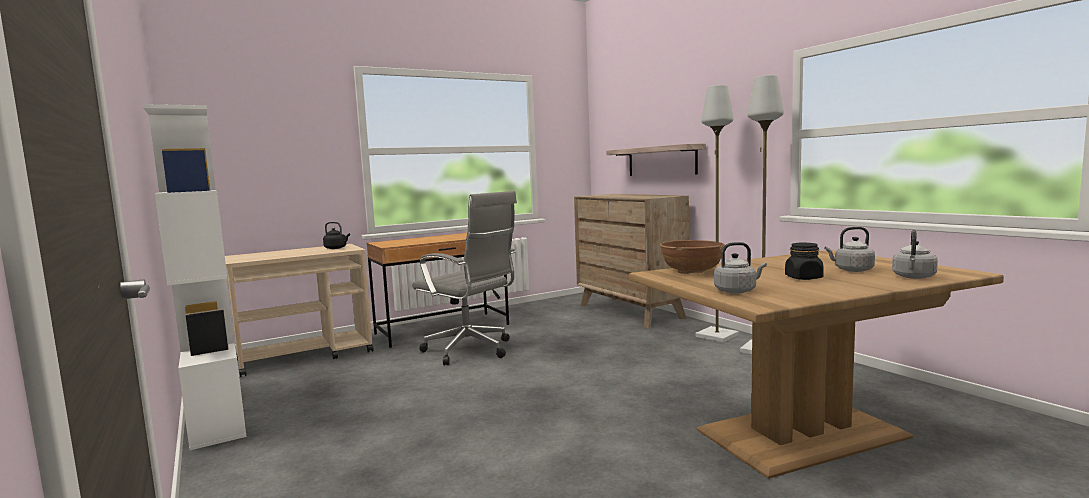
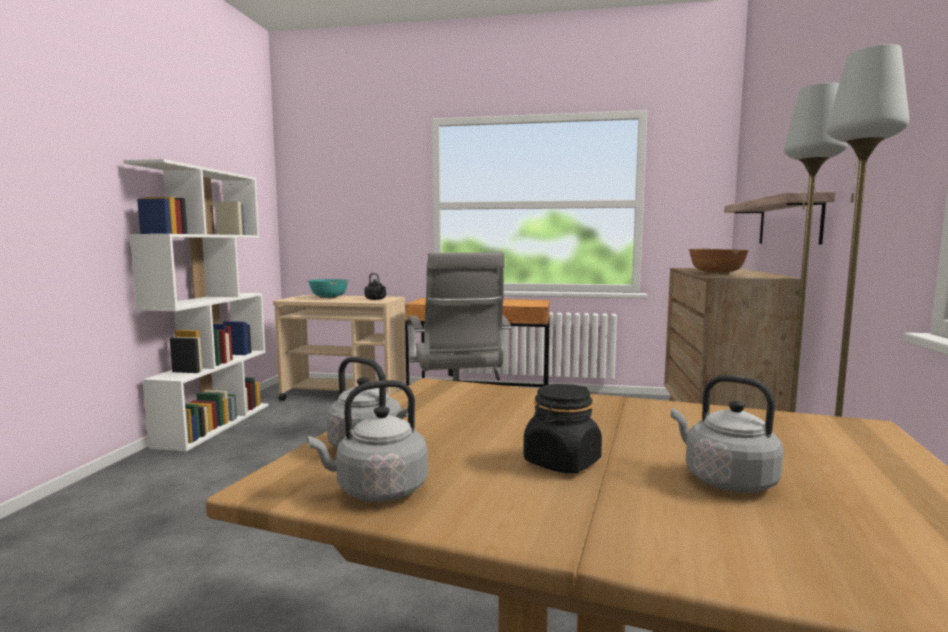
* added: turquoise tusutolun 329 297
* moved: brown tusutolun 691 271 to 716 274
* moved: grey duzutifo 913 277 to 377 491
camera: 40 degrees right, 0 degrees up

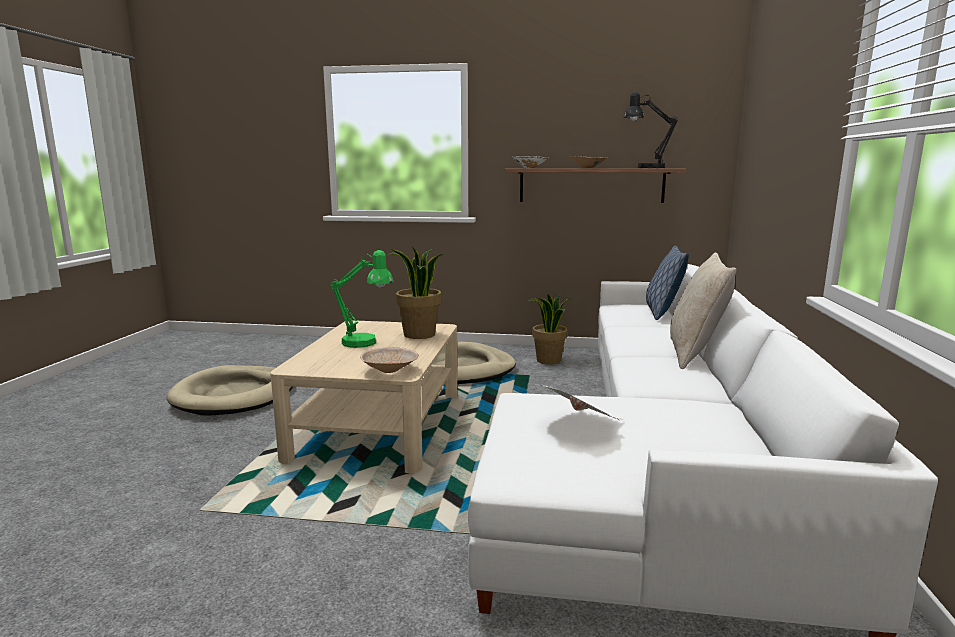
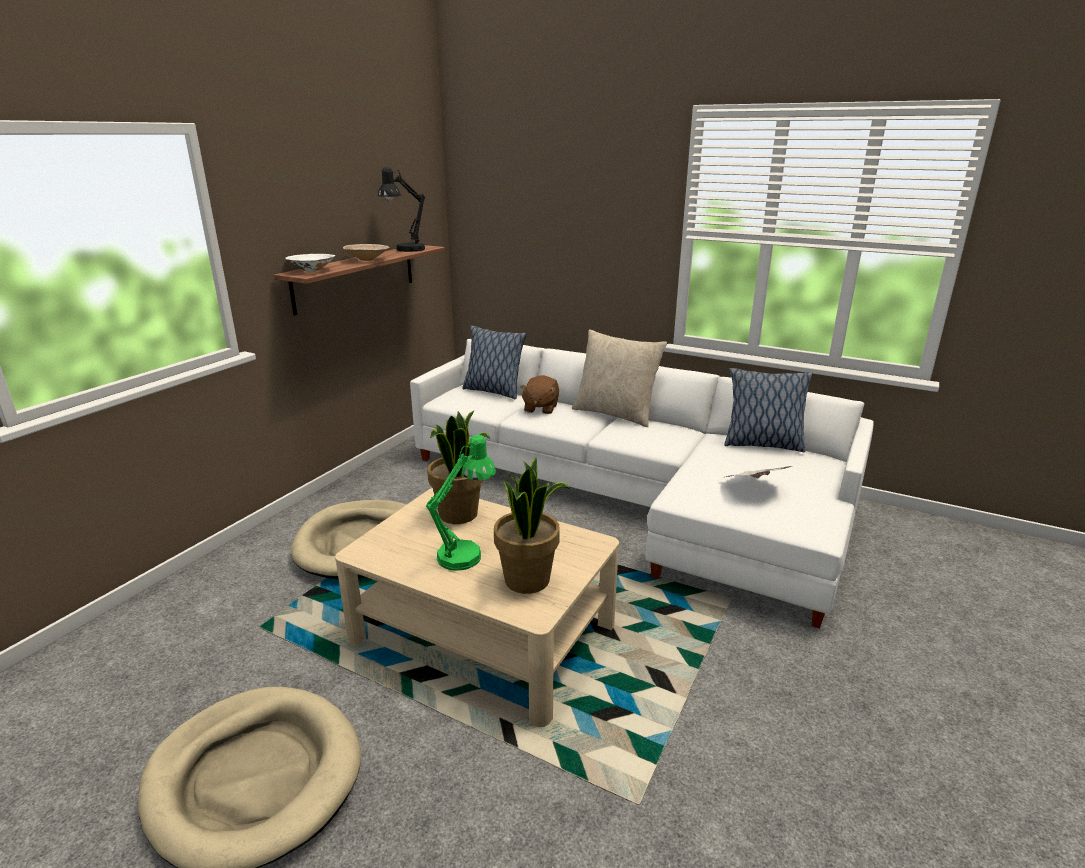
* removed: beige tusutolun 390 371
* added: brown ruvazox 540 408
* added: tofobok 761 444
* moved: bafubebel 548 360 to 528 580
camera: 70 degrees left, 10 degrees up

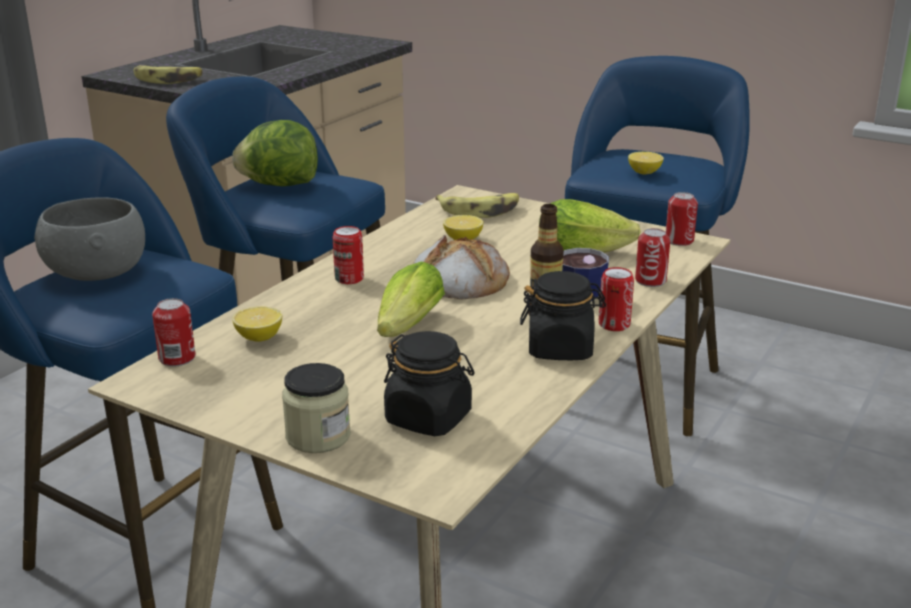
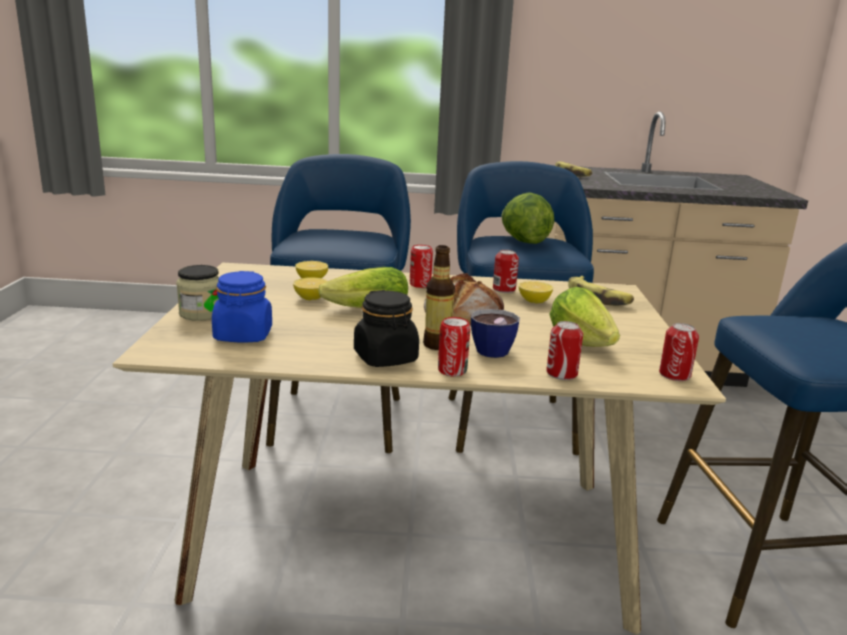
* removed: grey tusutolun 96 273
* moved: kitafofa 177 358 to 504 289
* moved: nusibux 644 172 to 311 298
* recoloured: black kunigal 429 418 to blue kunigal 243 335
camera: 60 degrees right, 5 degrees down

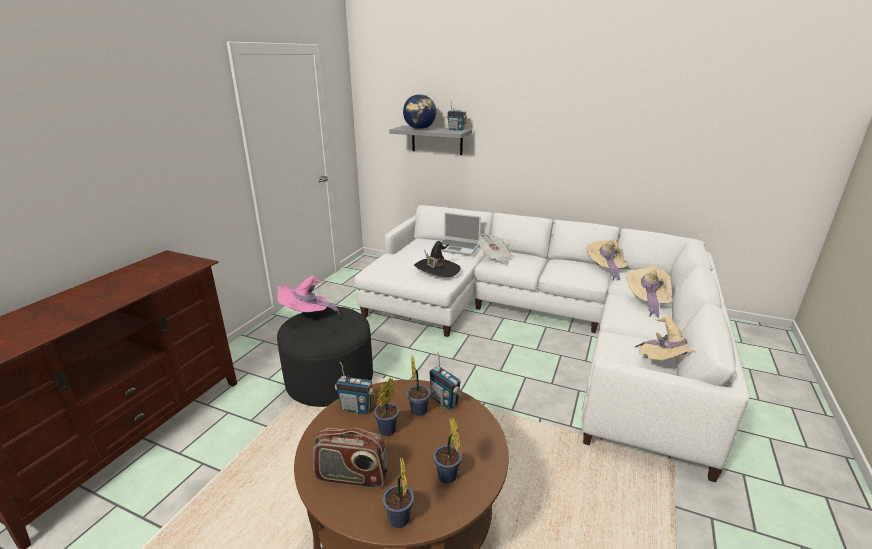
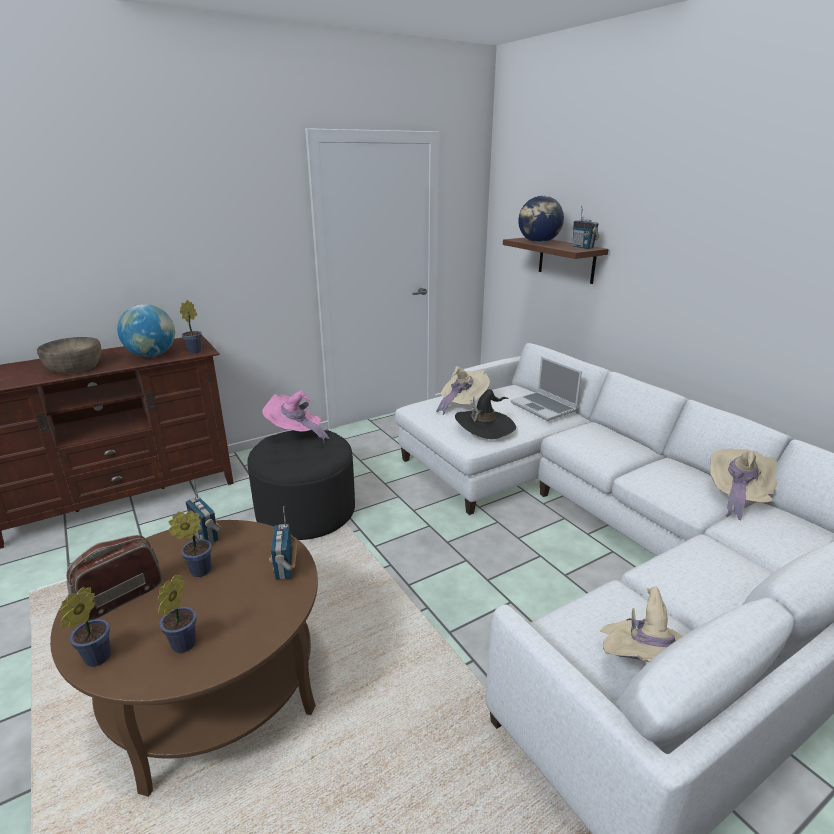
* removed: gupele 495 258
* added: brown tusutolun 74 367
* added: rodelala 152 355
* moved: bafubebel 418 409 to 196 351
* moved: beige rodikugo 647 302 to 462 404
* recoloured: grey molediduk 437 140 to brown molediduk 566 260
* turned: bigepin 352 476 = 120 597 90 degrees clockwise
camera: 35 degrees right, 0 degrees up

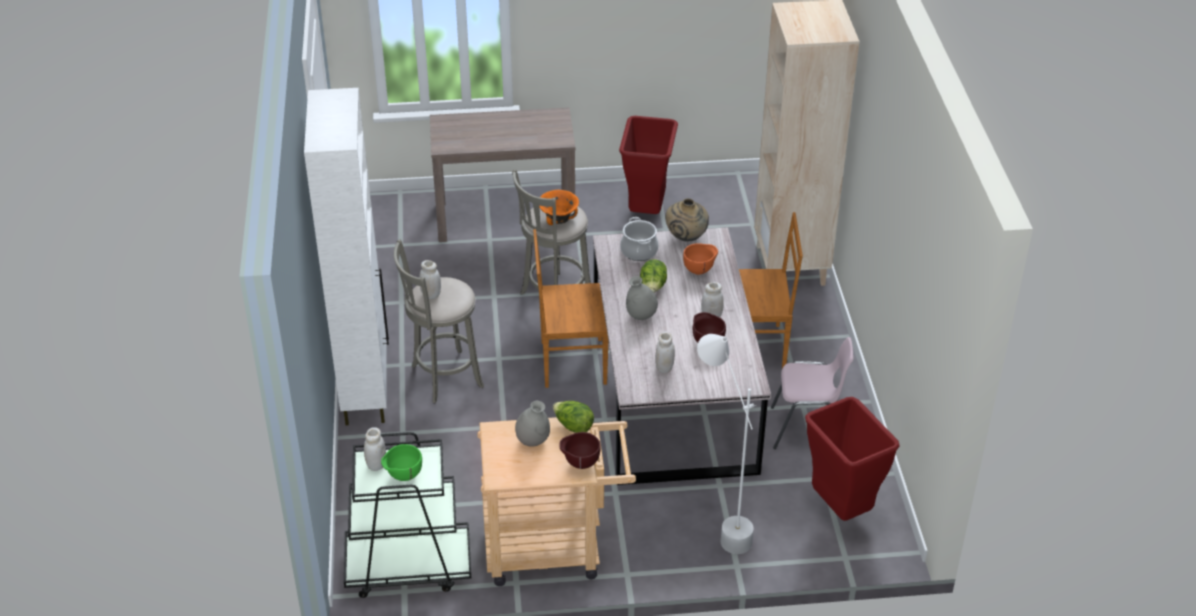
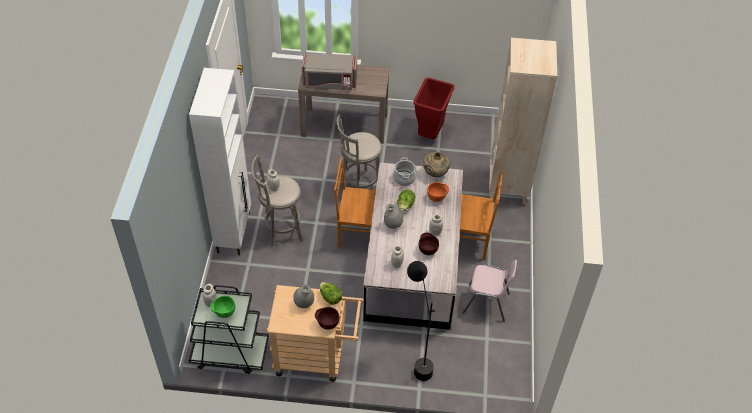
* removed: orange tusutolun 558 219
* removed: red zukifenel 839 509
* added: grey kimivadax 329 82
* recoloured: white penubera 720 525 to black penubera 417 359
camera: 10 degrees right, 10 degrees up

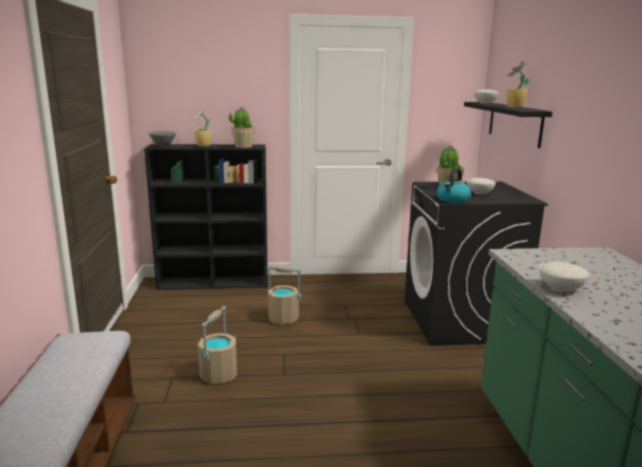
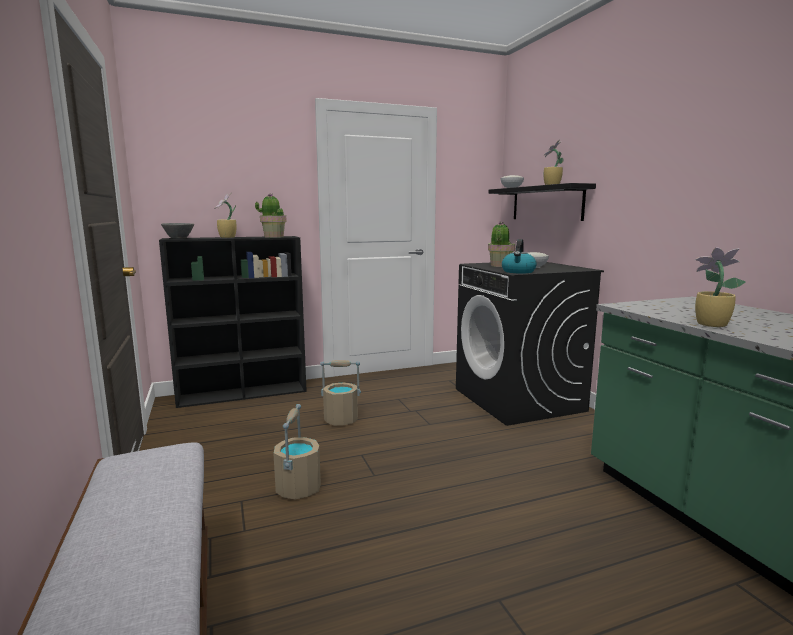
* replaced: white tusutolun 560 288 to bafubebel 709 324
camera: 15 degrees left, 5 degrees down

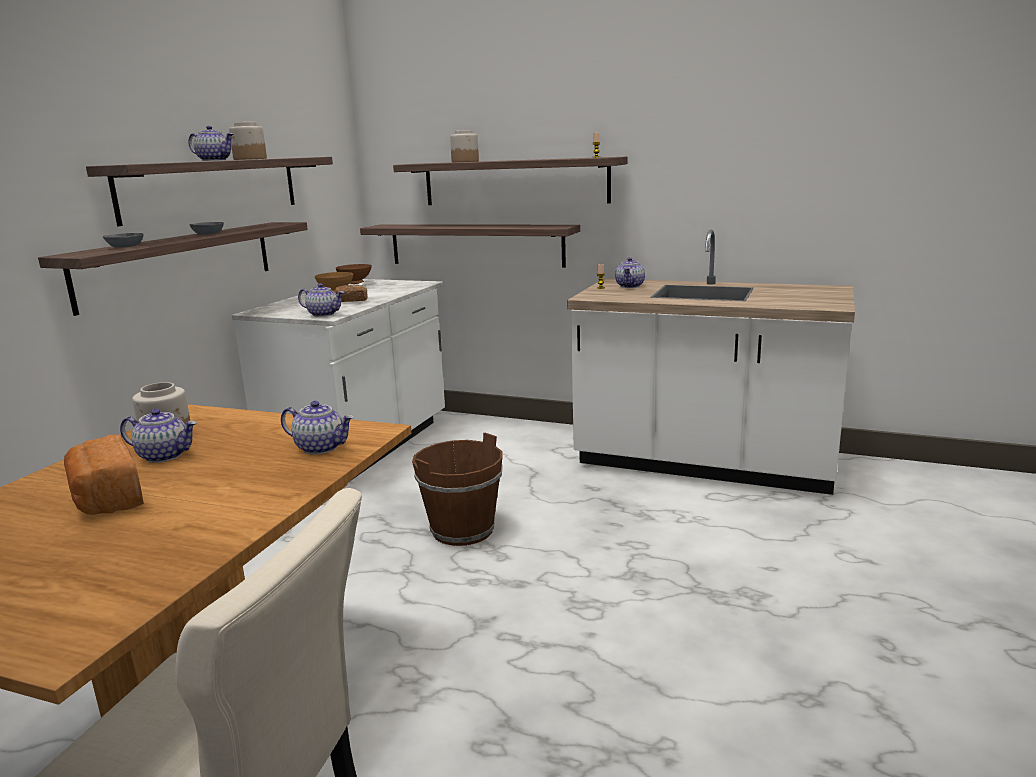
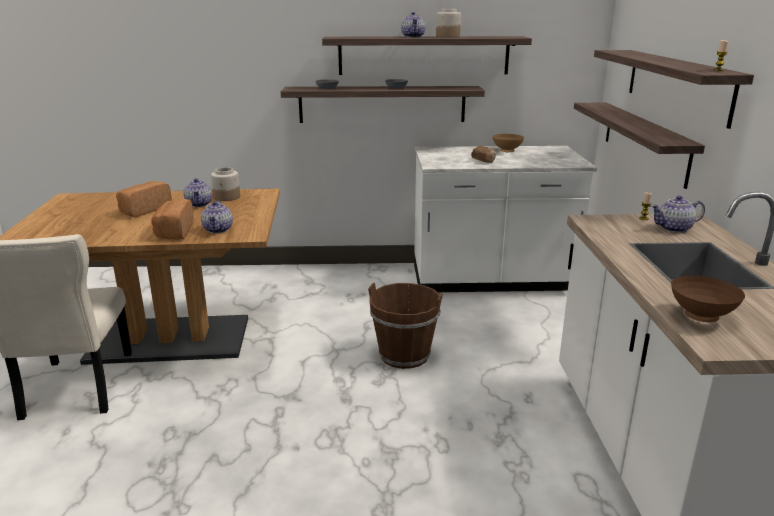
* removed: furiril 324 314
* removed: kunigal 465 161
* added: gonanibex 174 232
* moved: brown tusutolun 355 283 to 700 318
camera: 65 degrees right, 5 degrees up

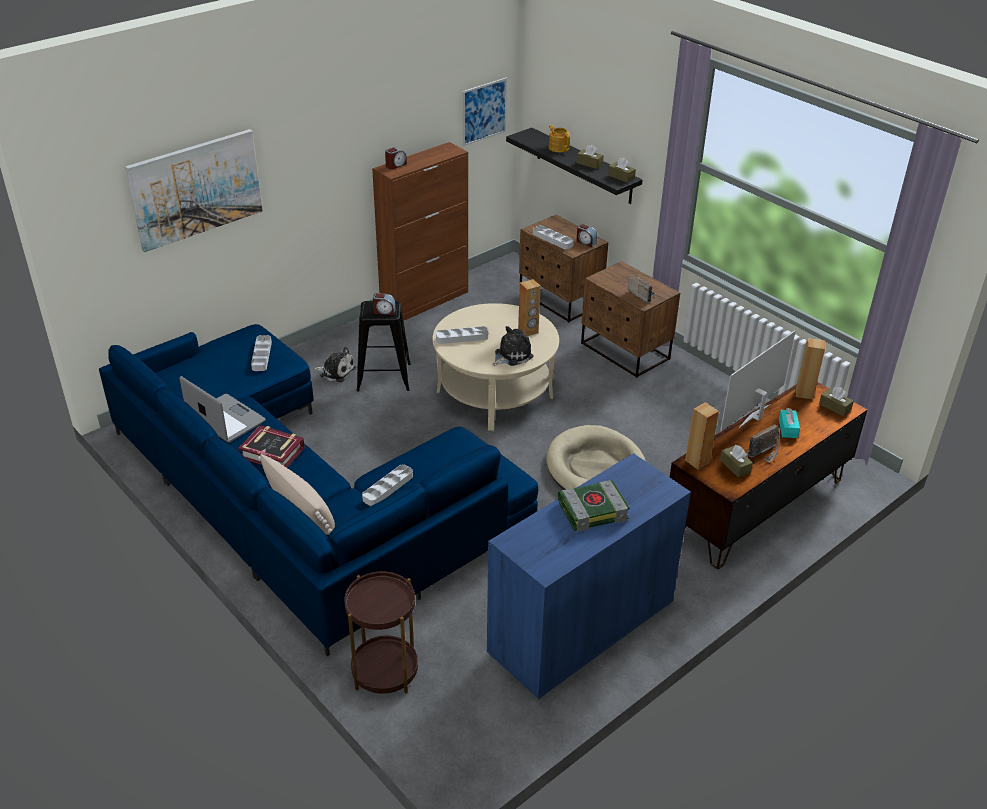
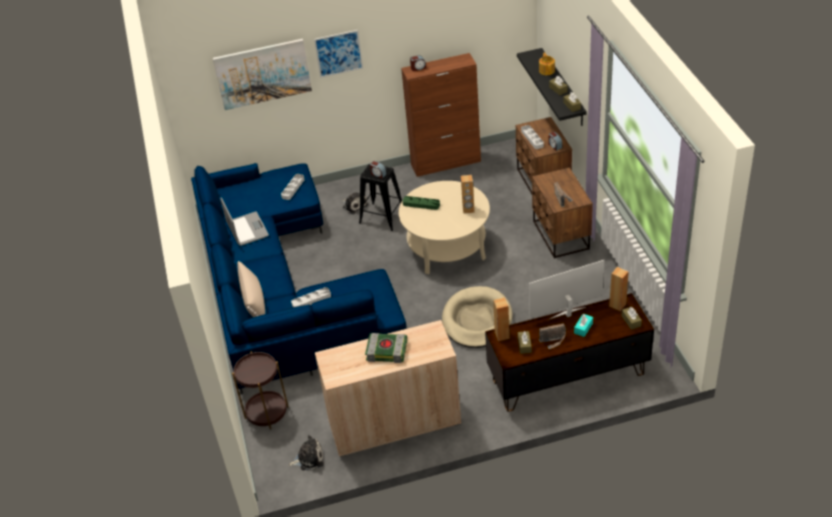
* removed: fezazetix 272 453
* moved: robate 484 111 to 338 53
* moved: ruvazox 511 355 to 308 458
* recoloured: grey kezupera 462 337 to green kezupera 421 204
* recoloured: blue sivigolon 581 627 to beige sivigolon 394 422
camera: 30 degrees right, 5 degrees up

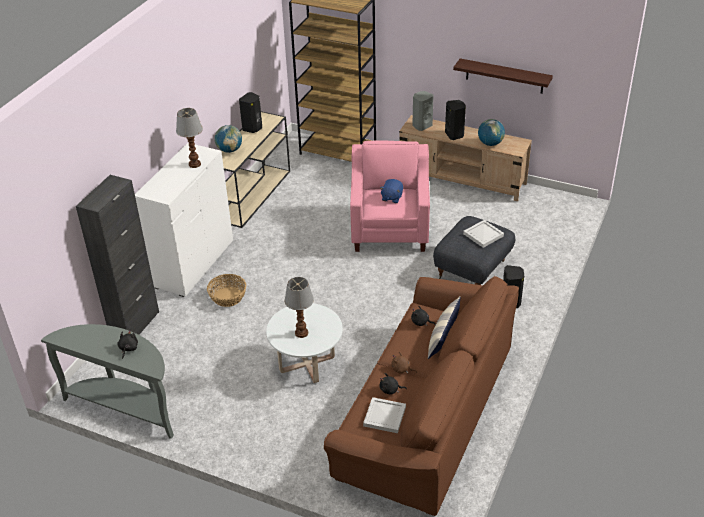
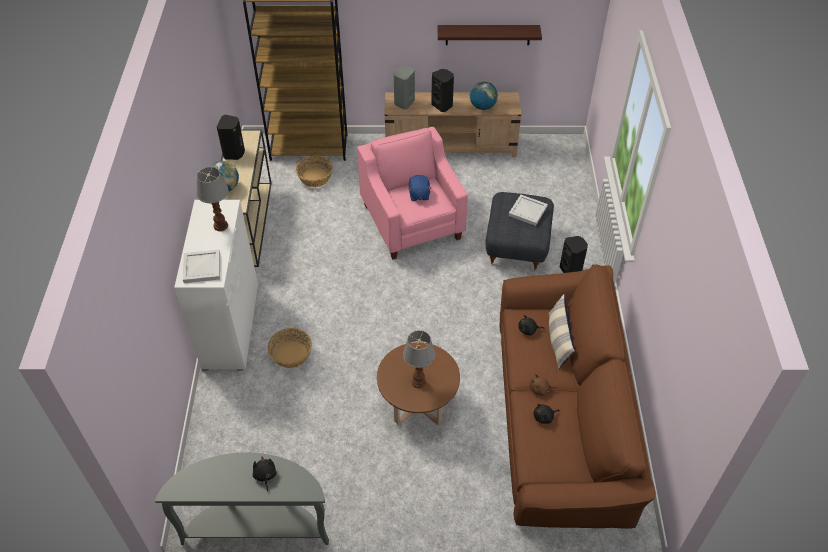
* removed: black sivigolon 135 325
* added: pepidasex 315 178
* moved: white kezupera 384 416 to 201 267
* recoloured: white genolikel 307 364 to brown genolikel 418 405
camera: 25 degrees left, 10 degrees up

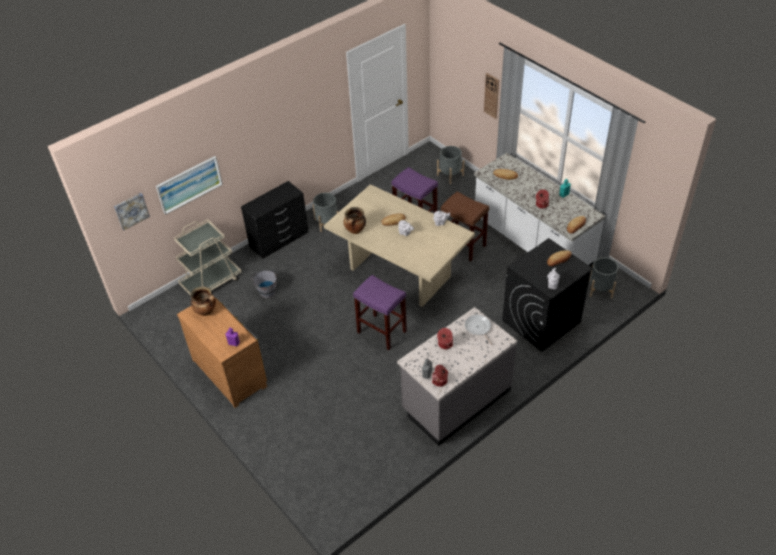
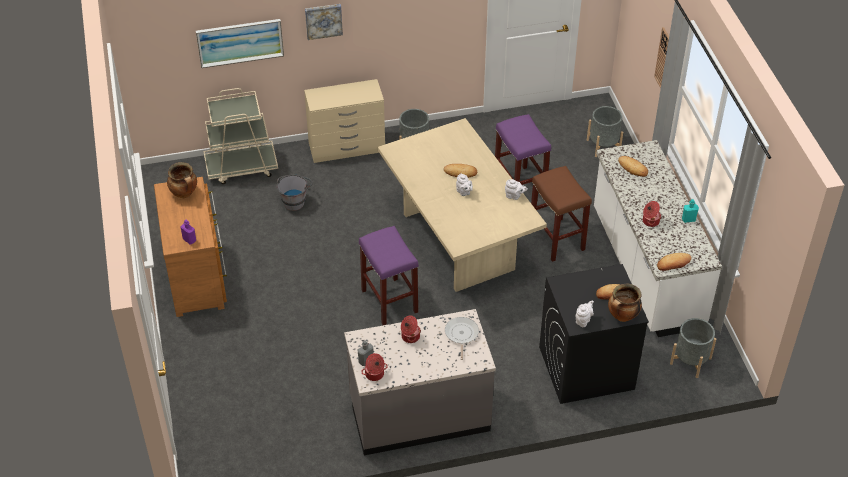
* moved: robate 131 210 to 323 20
* moved: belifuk 355 231 to 622 316
* recoloured: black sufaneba 279 239 to beige sufaneba 347 148
camera: 25 degrees right, 0 degrees up

